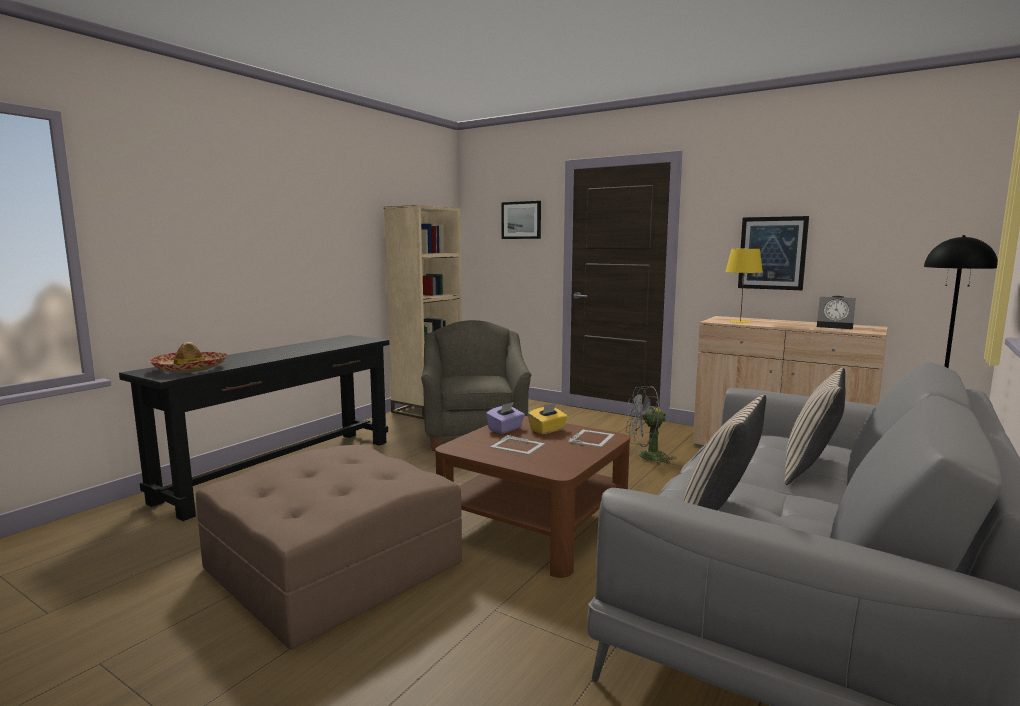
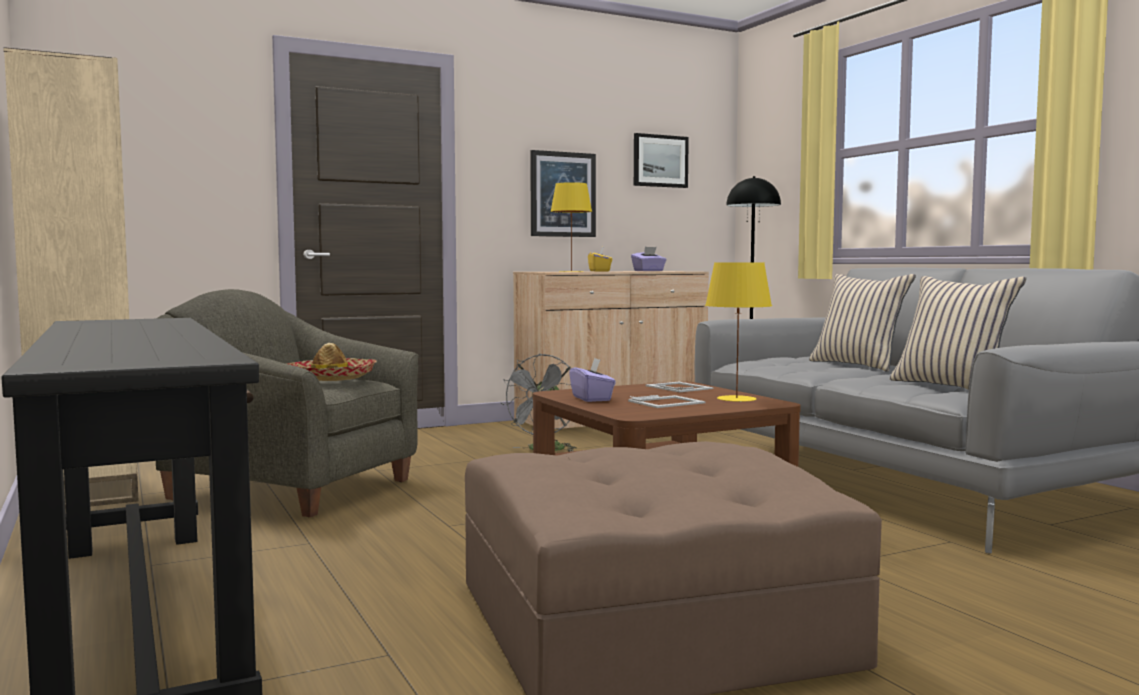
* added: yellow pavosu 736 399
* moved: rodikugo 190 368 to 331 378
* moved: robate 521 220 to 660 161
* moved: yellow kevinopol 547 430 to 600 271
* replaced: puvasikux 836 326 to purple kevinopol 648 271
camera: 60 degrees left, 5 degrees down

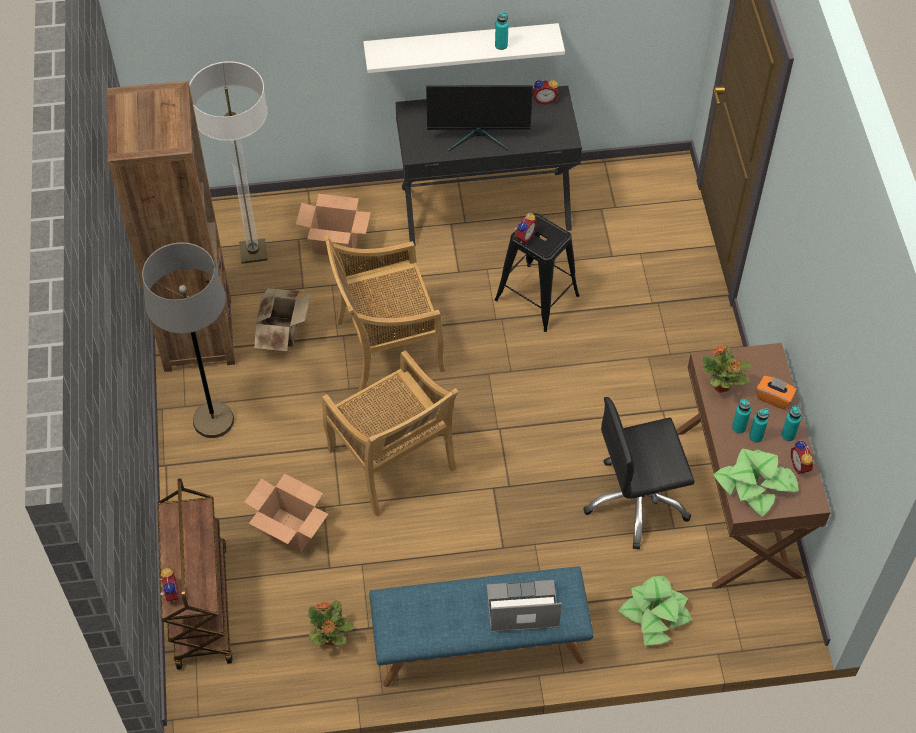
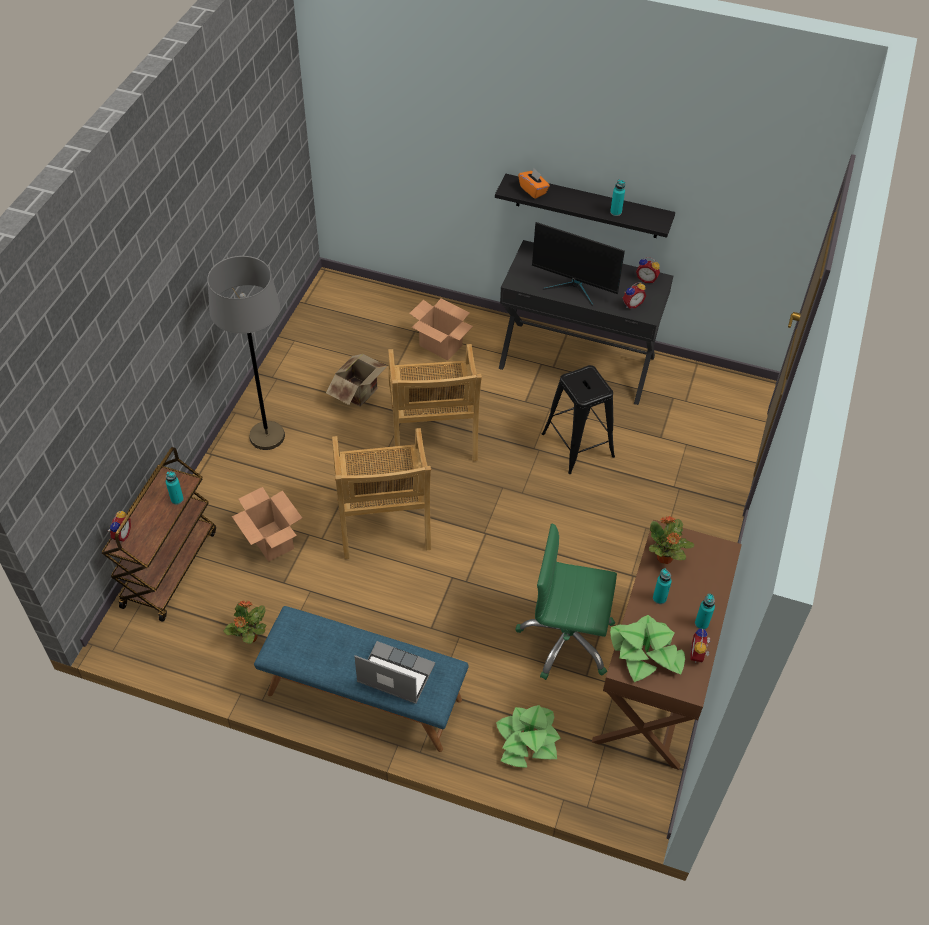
* removed: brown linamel 197 334
* removed: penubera 253 252
* moved: puvasikux 523 236 to 631 304
* moved: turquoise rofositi 755 436 to 177 499
* moved: orange kevinopol 774 397 to 533 190
* recoloured: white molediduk 461 46 to black molediduk 587 206
* recoloured: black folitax 636 501 to green folitax 566 640
* turned: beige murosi 387 347 = 433 436 105 degrees counterclockwise
camera: 25 degrees right, 5 degrees down

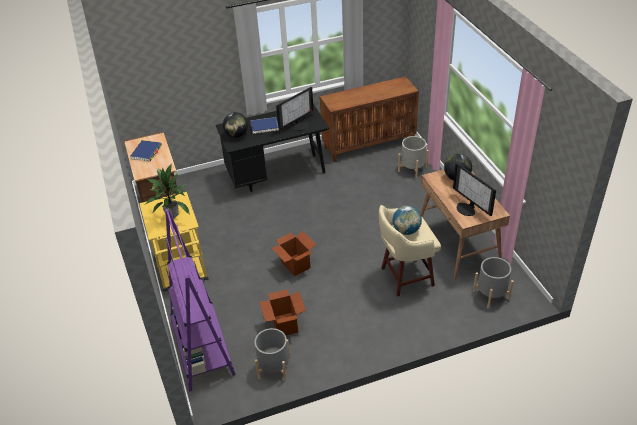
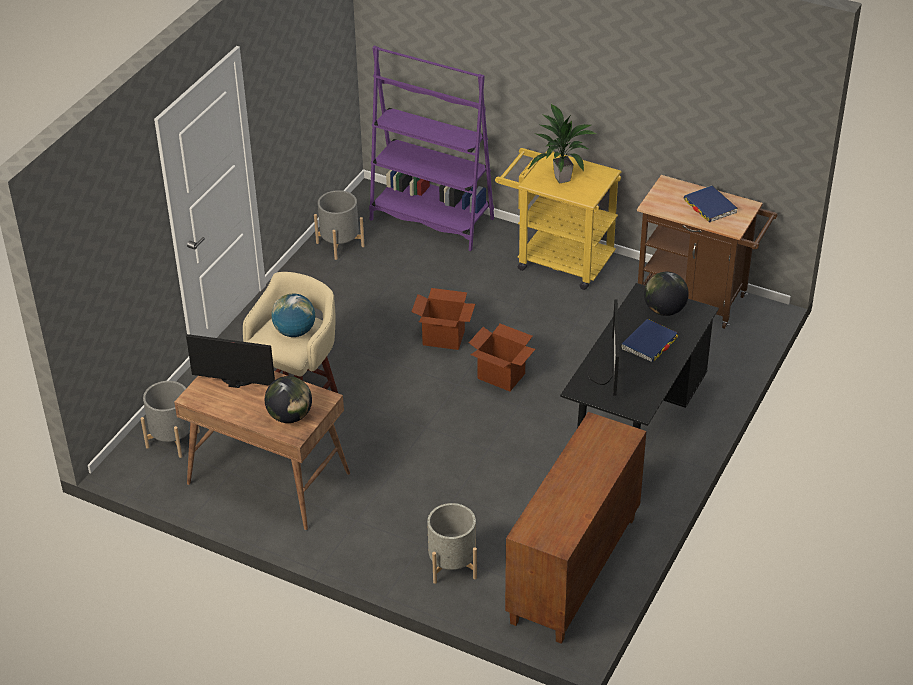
* moved: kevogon 284 325 to 501 376
camera: 135 degrees right, 0 degrees up

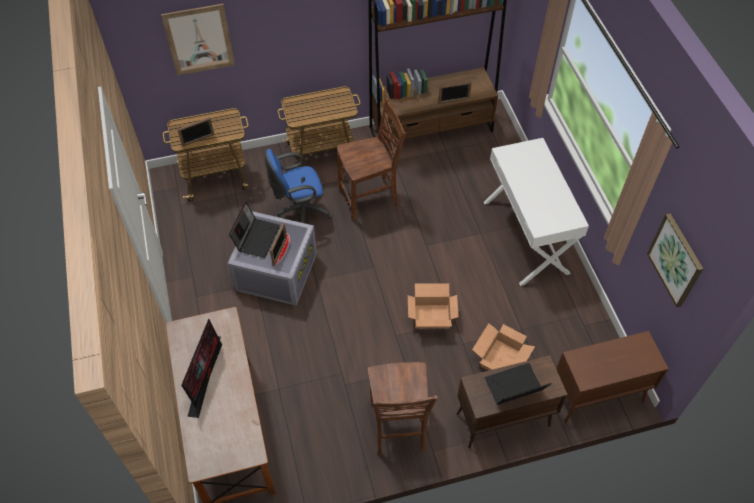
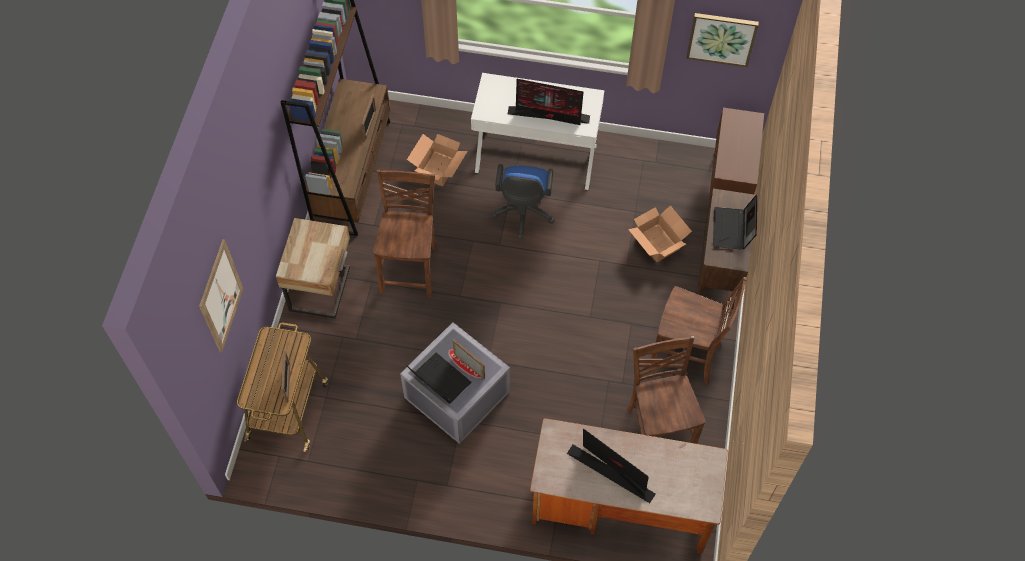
* added: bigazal 550 115
* added: brown murosi 657 431
* moved: blue folitax 300 211 to 523 214
* moved: kevogon 432 317 to 439 168
* replaced: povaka 322 154 to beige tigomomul 322 289
camera: 65 degrees left, 5 degrees up

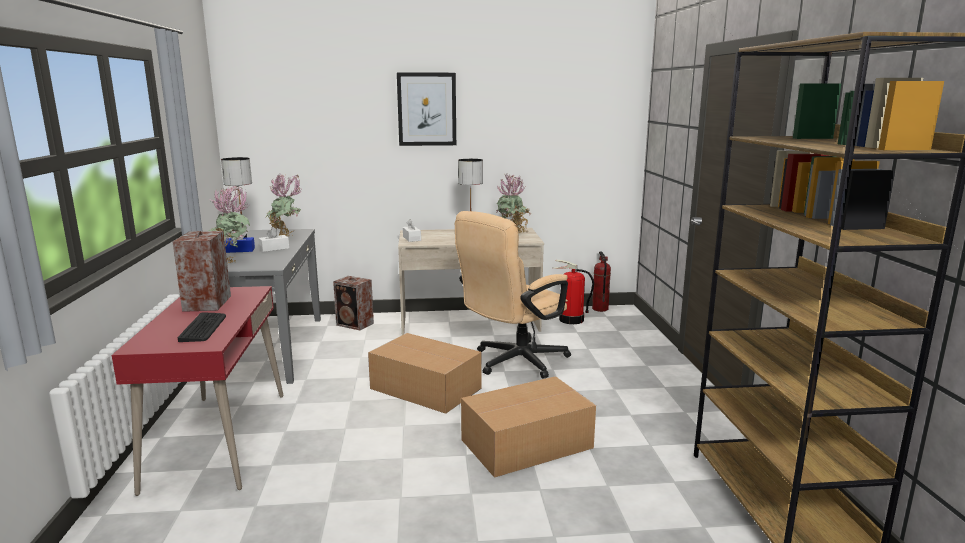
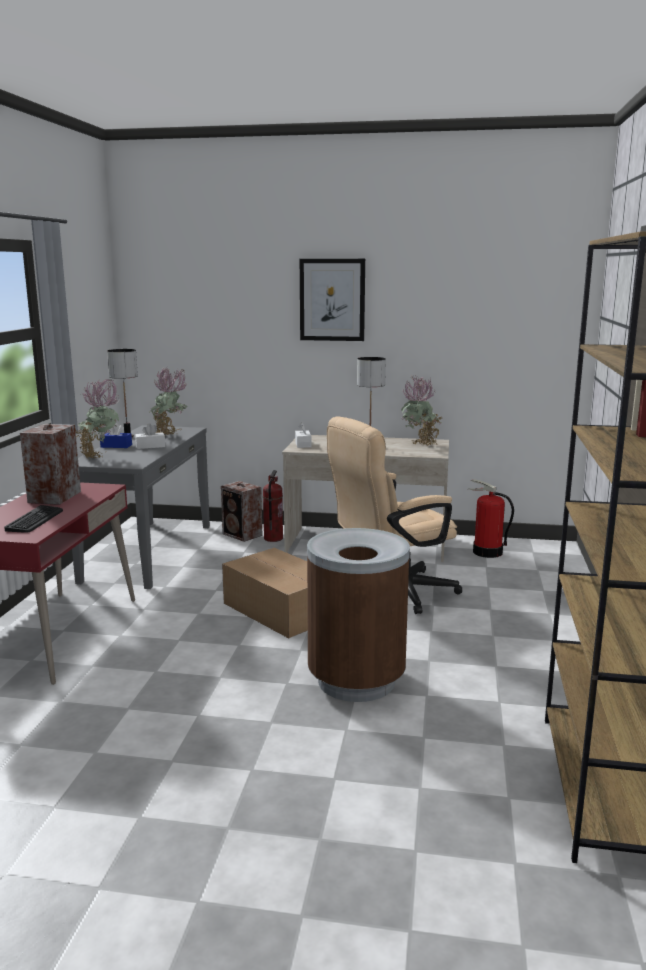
* moved: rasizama 599 309 to 273 538
* replaced: kevogon 524 444 to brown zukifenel 355 680
camera: 15 degrees right, 0 degrees up

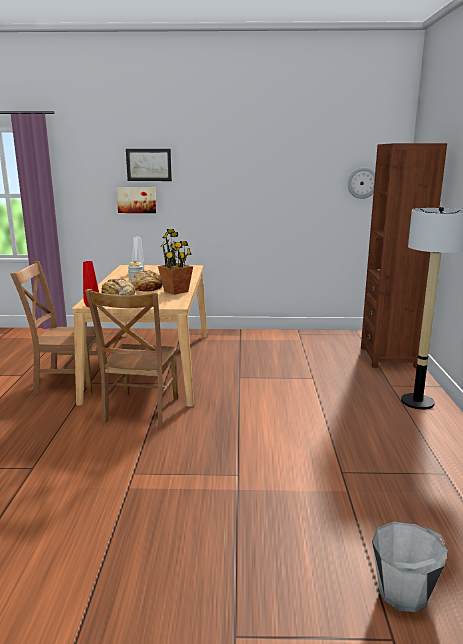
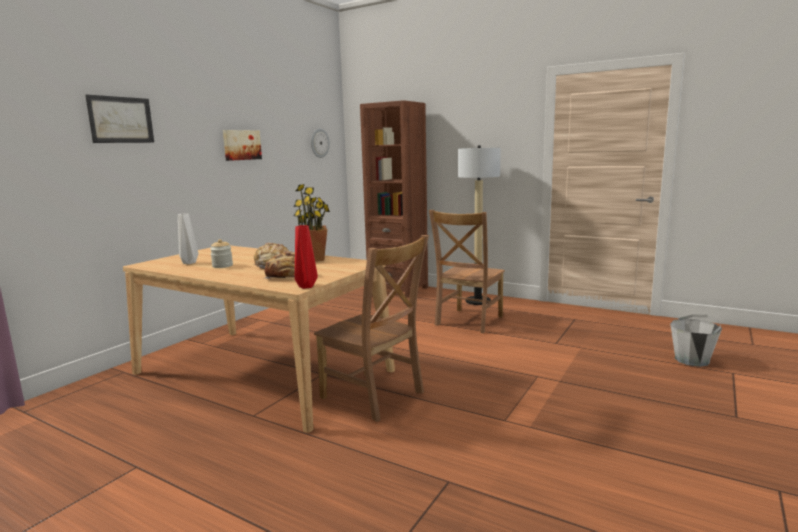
* moved: brown murosi 67 382 to 468 321
* moved: robate 136 200 to 241 145
camera: 60 degrees left, 5 degrees down

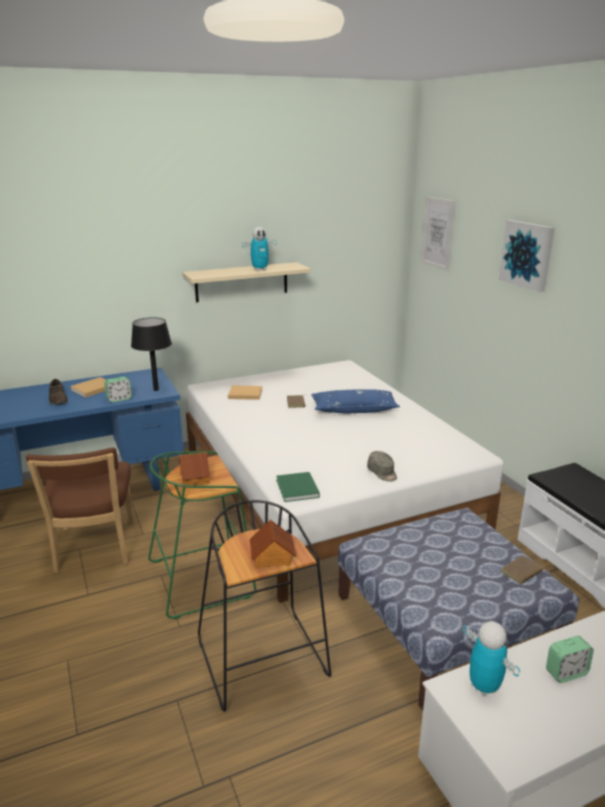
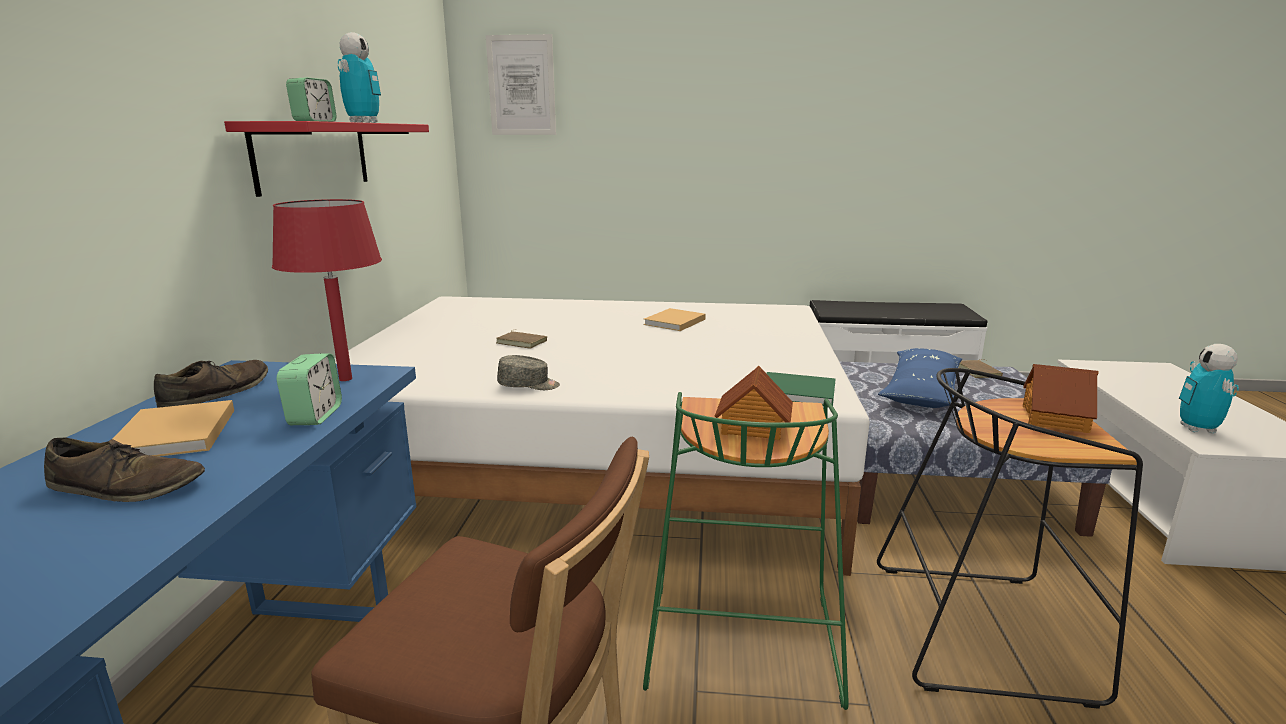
* removed: robate 527 254
* added: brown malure 217 392
* moved: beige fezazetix 244 394 to 673 322
* moved: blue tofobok 354 409 to 921 391
* moved: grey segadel 382 473 to 529 385
* moved: puvasikux 566 672 to 315 122
* recoloured: black pavosu 156 390 to red pavosu 345 379
* recoloured: beige molediduk 242 282 to red molediduk 313 156
* turned: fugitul 484 687 = 1197 429 75 degrees counterclockwise
camera: 60 degrees left, 5 degrees down

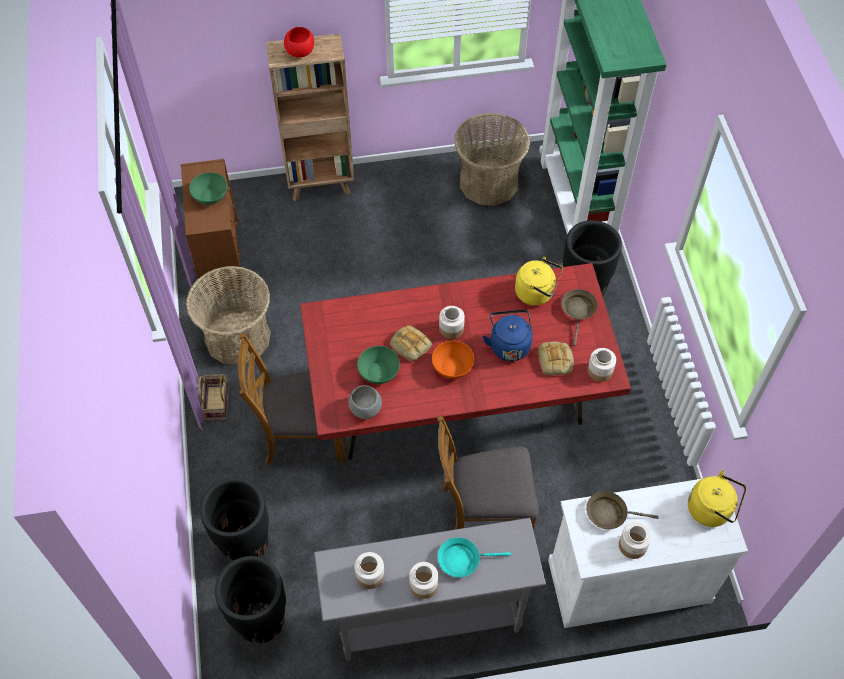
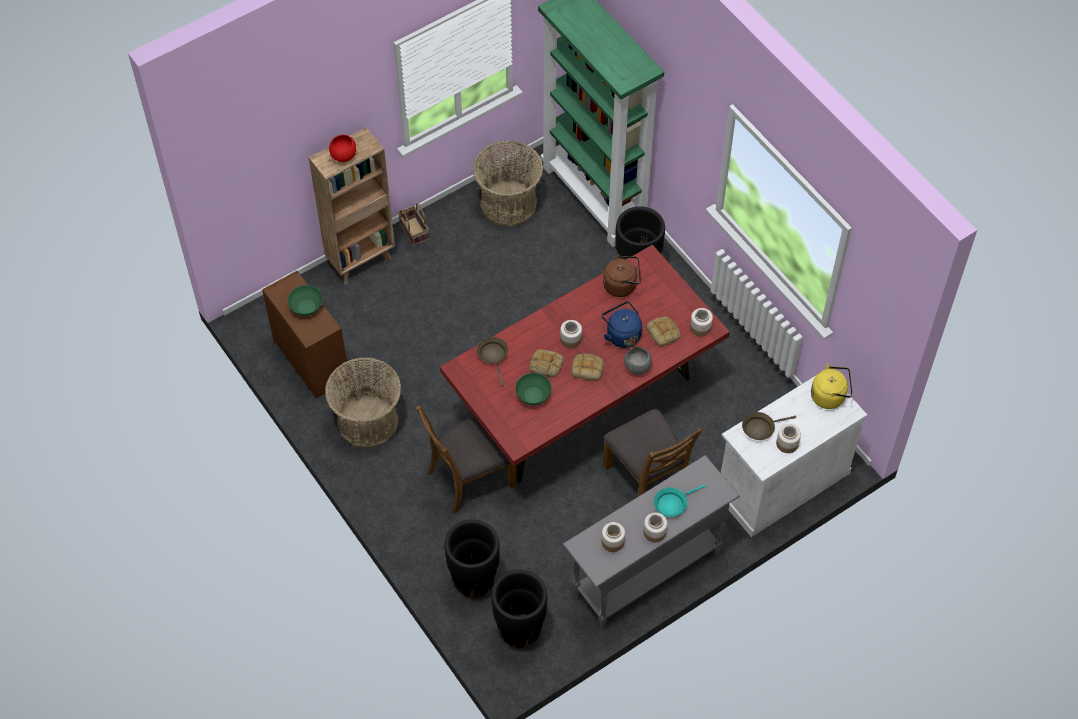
* moved: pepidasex 216 402 to 413 231
* moved: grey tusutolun 365 409 to 637 367
* moved: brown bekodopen 578 311 to 493 356
* replaced: orange tusutolun 452 366 to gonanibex 588 368
* recoloured: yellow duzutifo 537 293 to brown duzutifo 622 285
* turned: brown murosi 484 512 = 647 478 90 degrees counterclockwise
camera: 25 degrees left, 0 degrees up

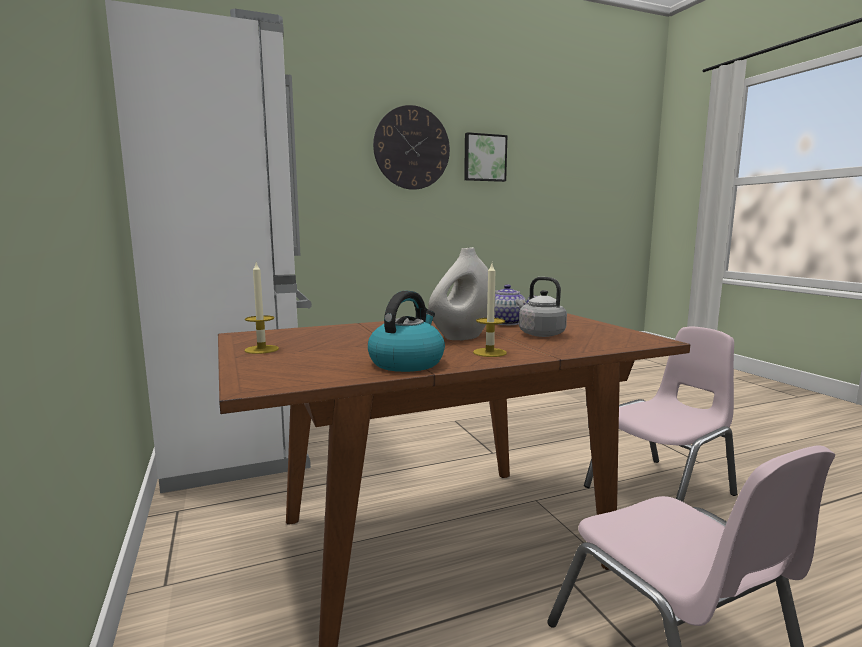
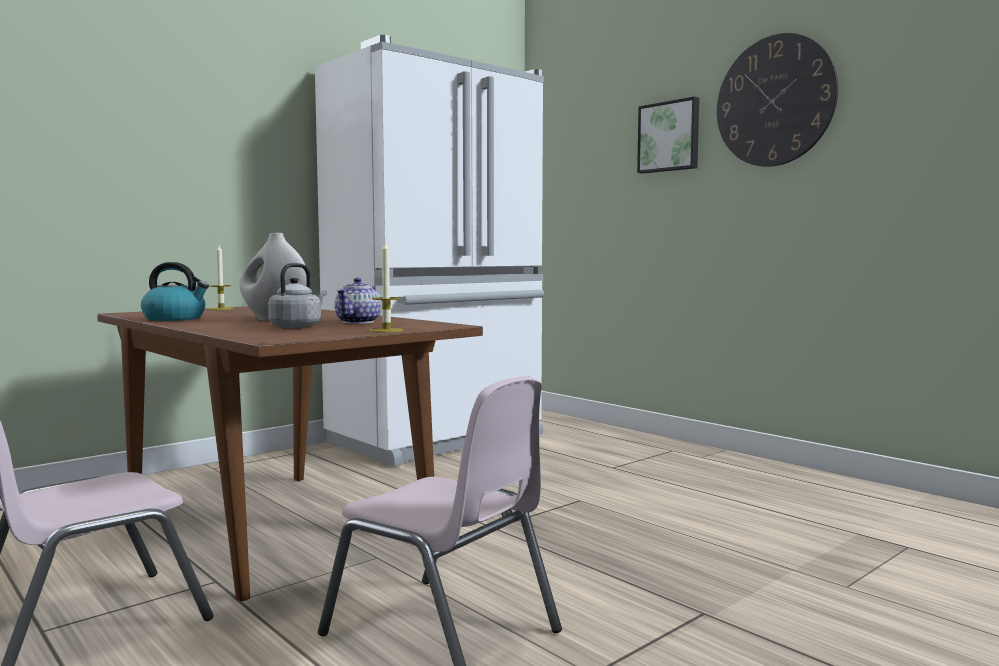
* moved: robate 484 158 to 669 137
* moved: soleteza 489 352 to 386 330
camera: 70 degrees right, 5 degrees down

